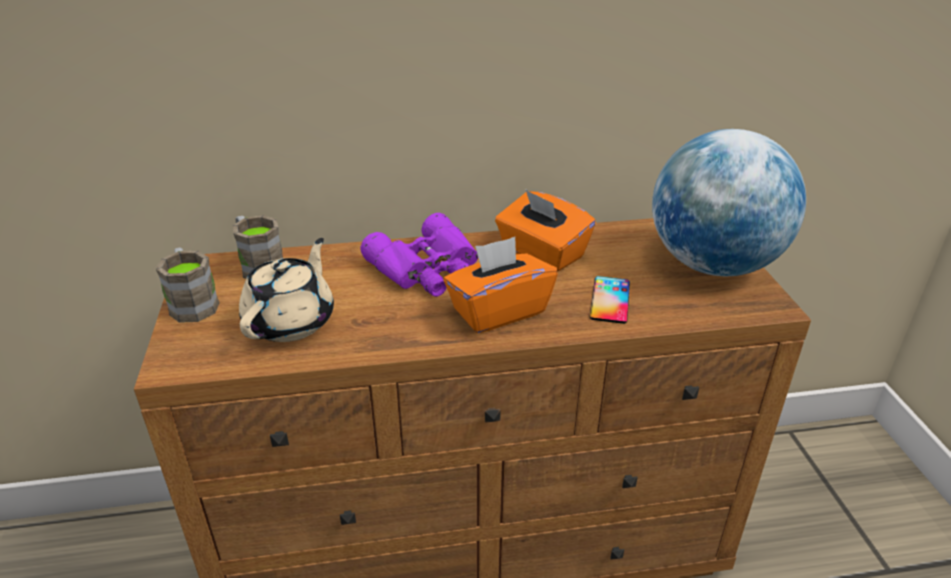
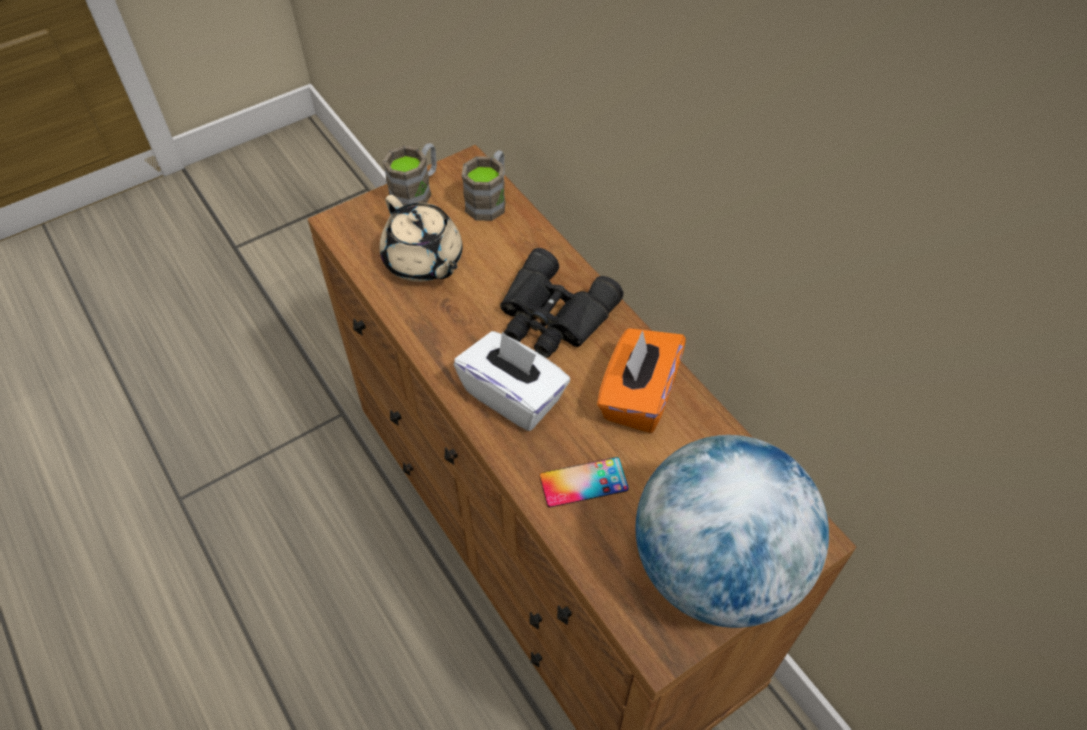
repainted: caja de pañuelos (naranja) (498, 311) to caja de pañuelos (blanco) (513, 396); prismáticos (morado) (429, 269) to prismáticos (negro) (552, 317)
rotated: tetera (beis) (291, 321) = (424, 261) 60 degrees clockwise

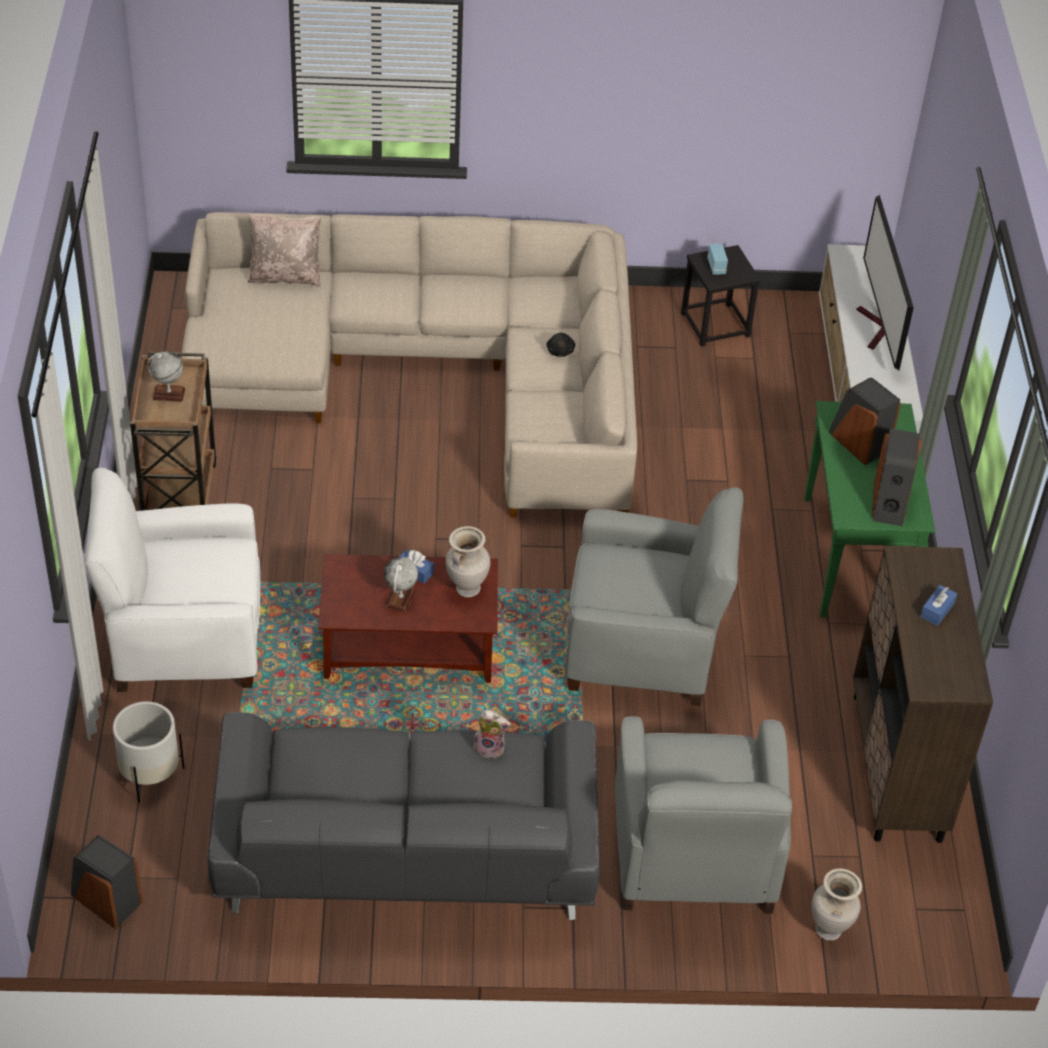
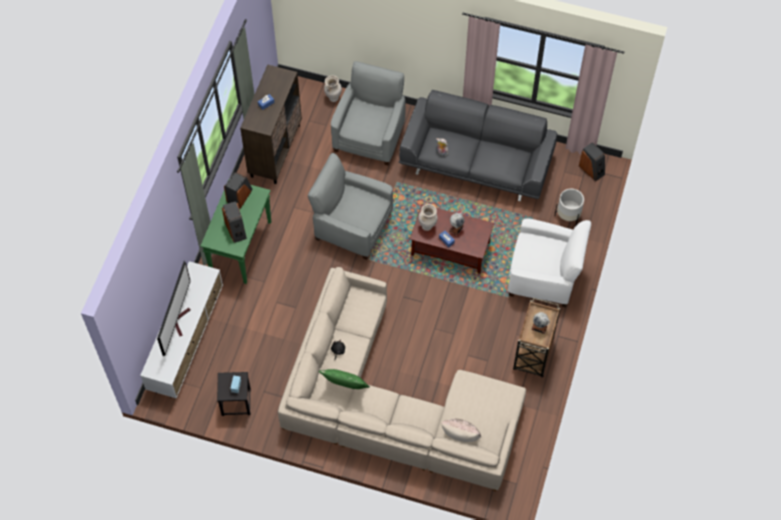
new: cojín (verde) (345, 387)

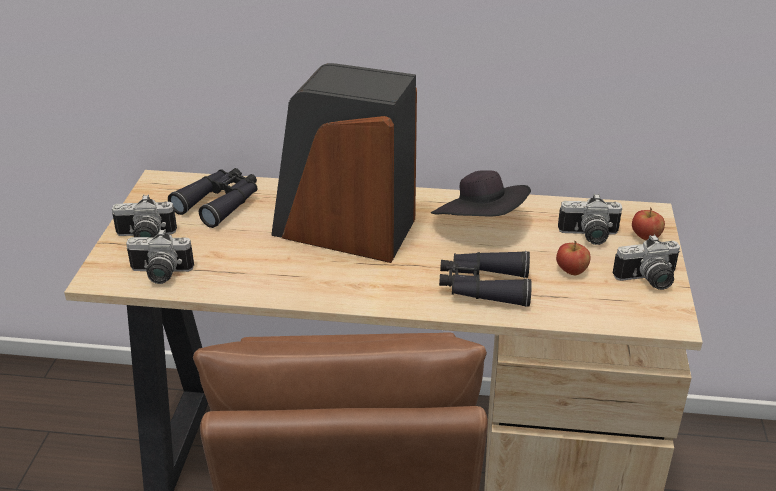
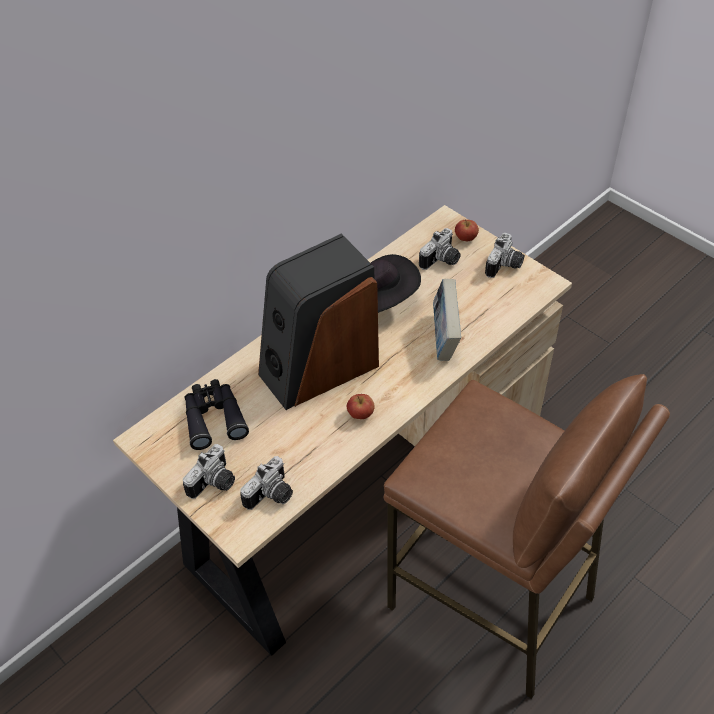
shifted: manzana (571, 271) to (361, 414)
swapped: prismáticos (negro) (483, 287) to libro (444, 338)

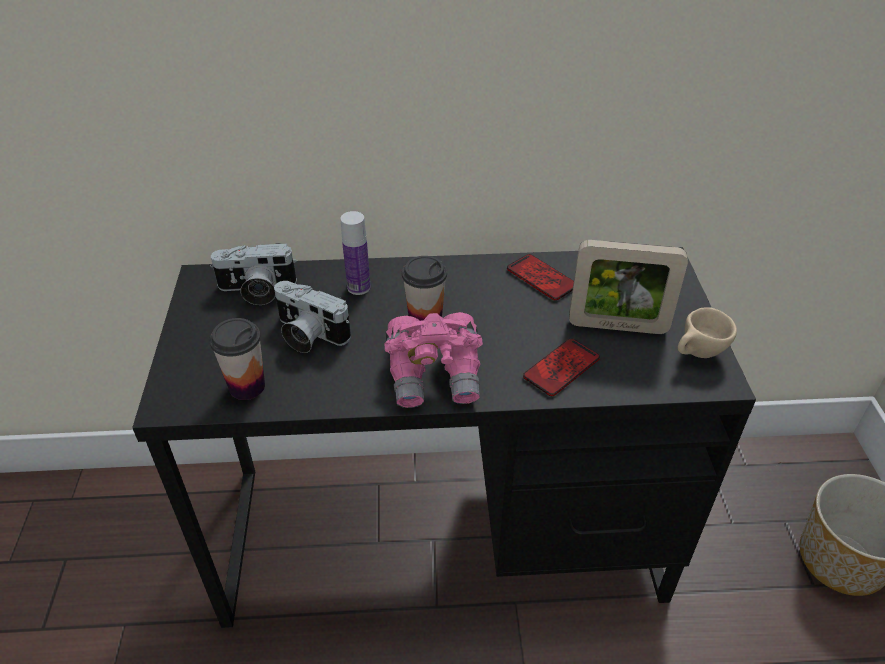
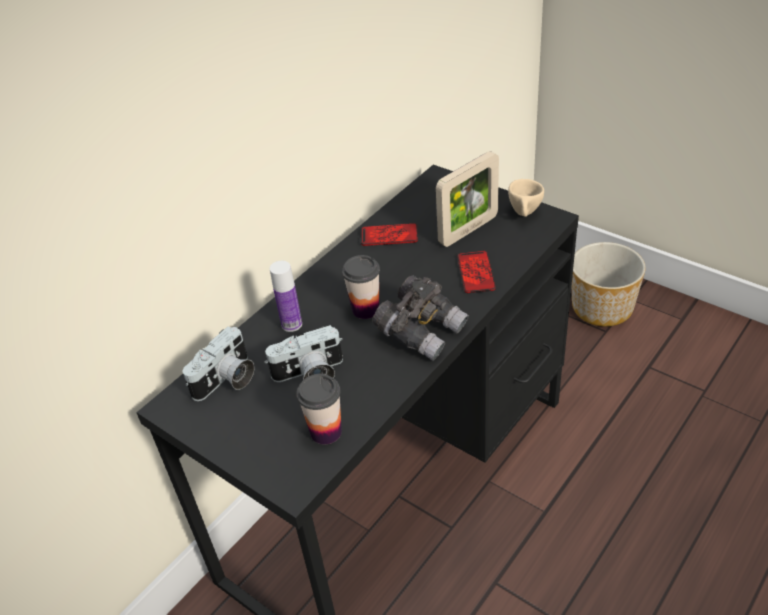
repainted: prismáticos (rosa) (435, 376) to prismáticos (gris) (421, 331)

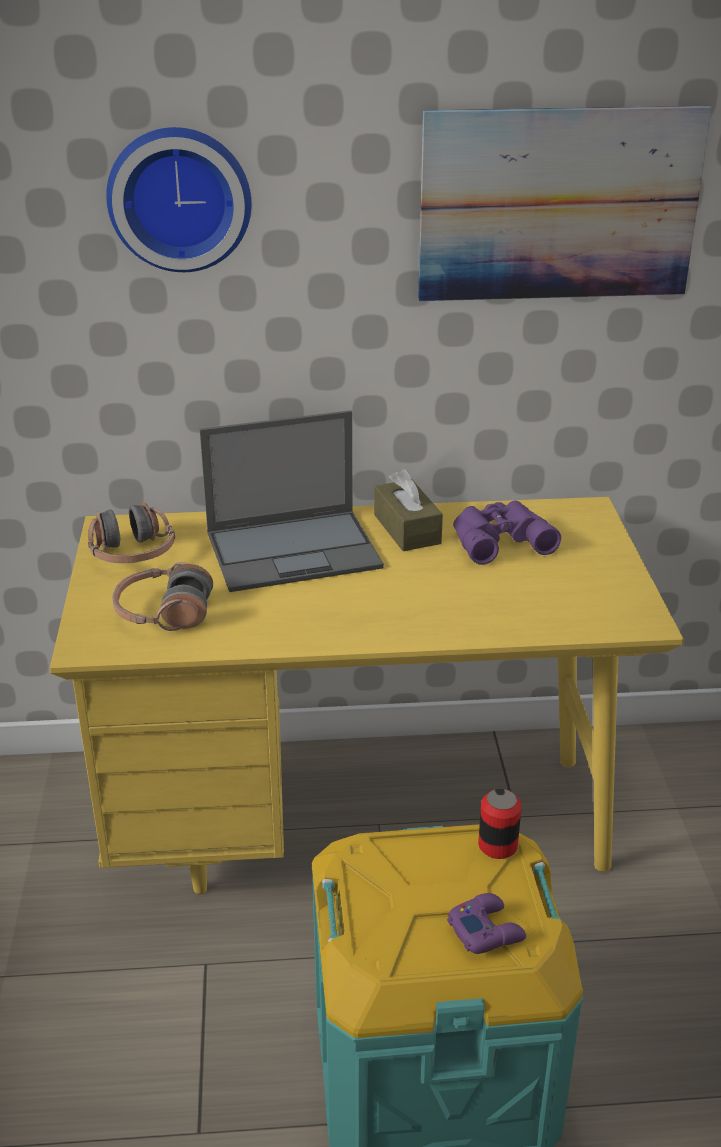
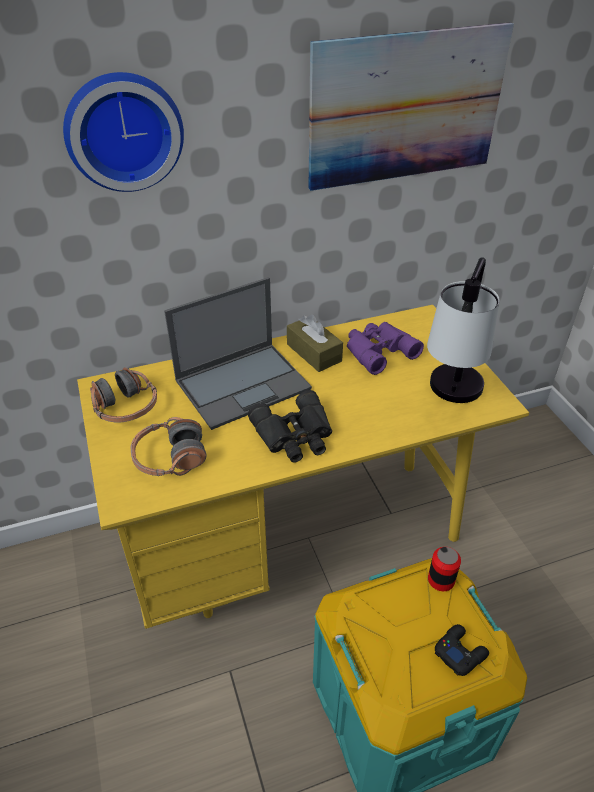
new: prismáticos (negro) (295, 435); lámpara de mesa (451, 402)
repainted: mando de consola (morado) (486, 930) to mando de consola (negro) (460, 652)

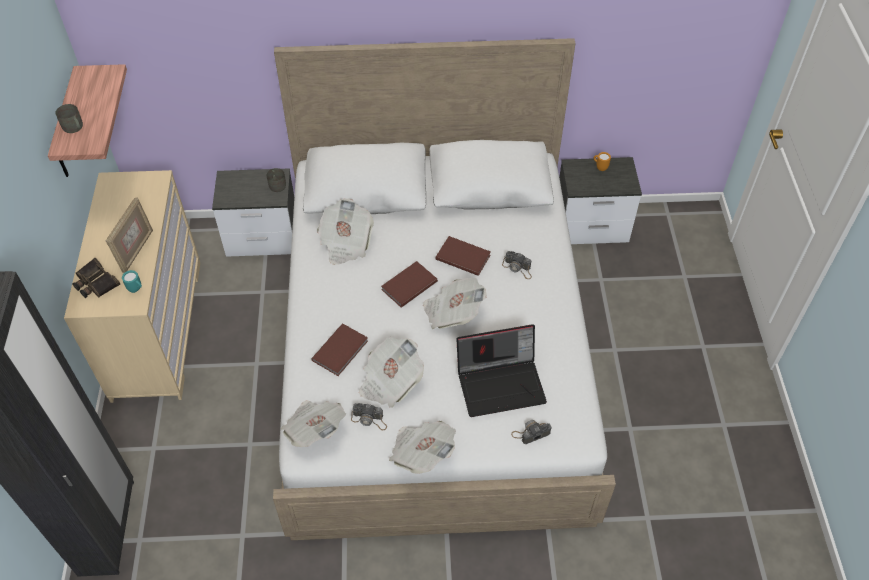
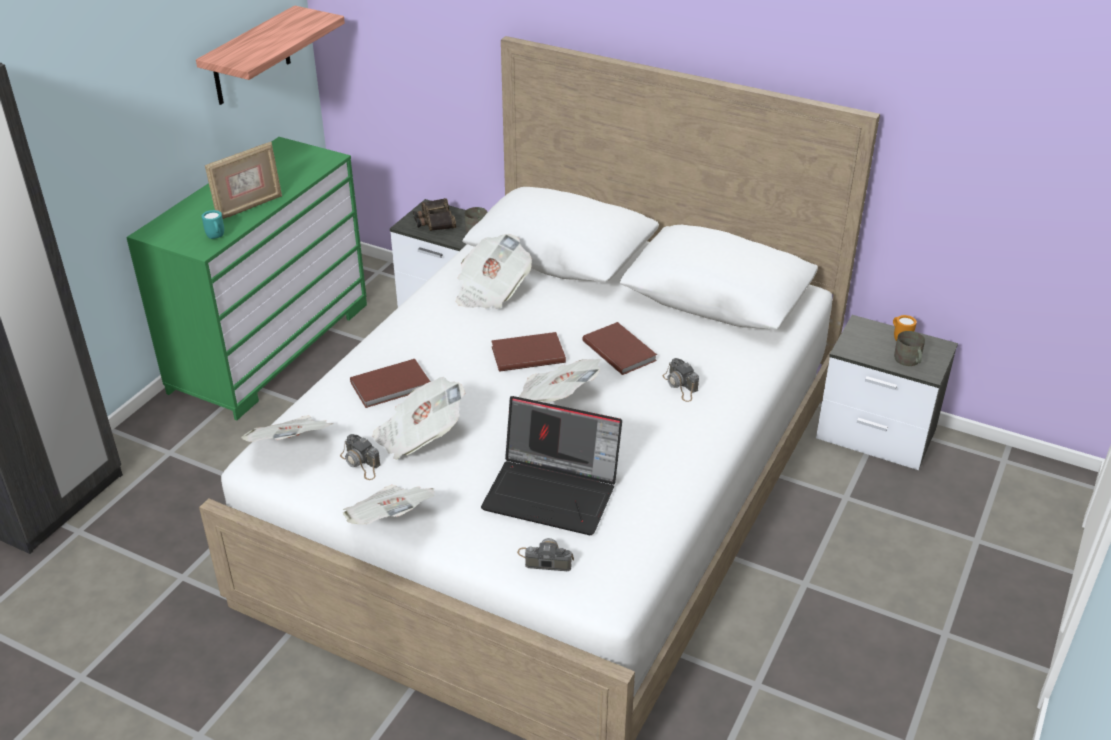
shifted: prismáticos (95, 283) to (434, 220); taza grande (gris) (74, 128) to (908, 361)
repainted: cómoda (beis) (156, 328) to cómoda (verde) (270, 346)

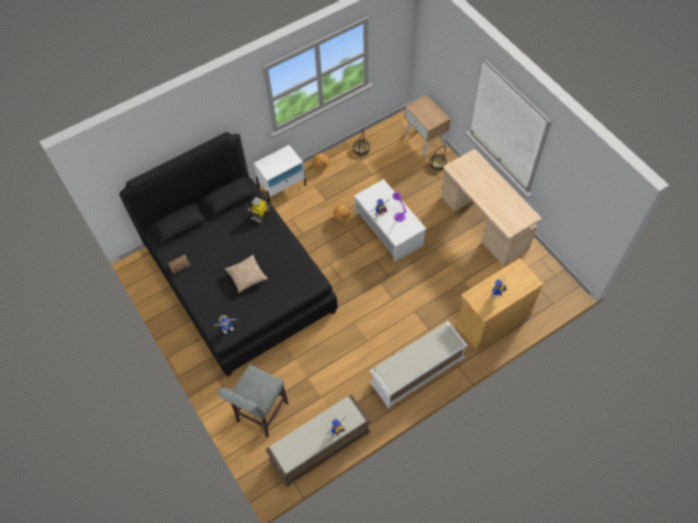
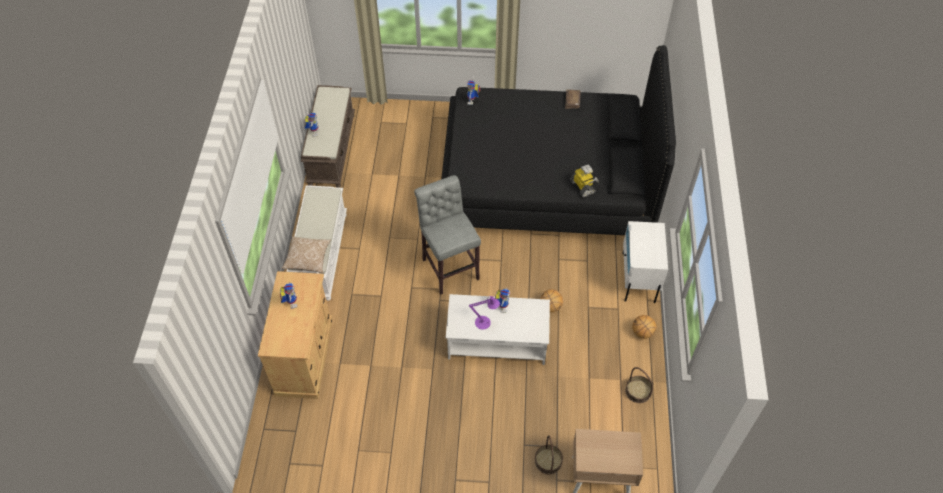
gone: escritorio (beis) (483, 223)
shifted: cojín (247, 277) to (308, 259); taburete (gris) (260, 414) to (449, 267)

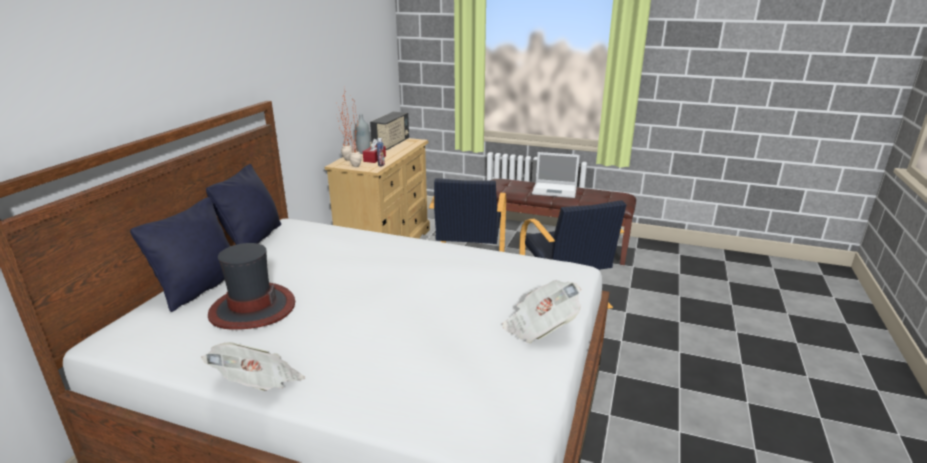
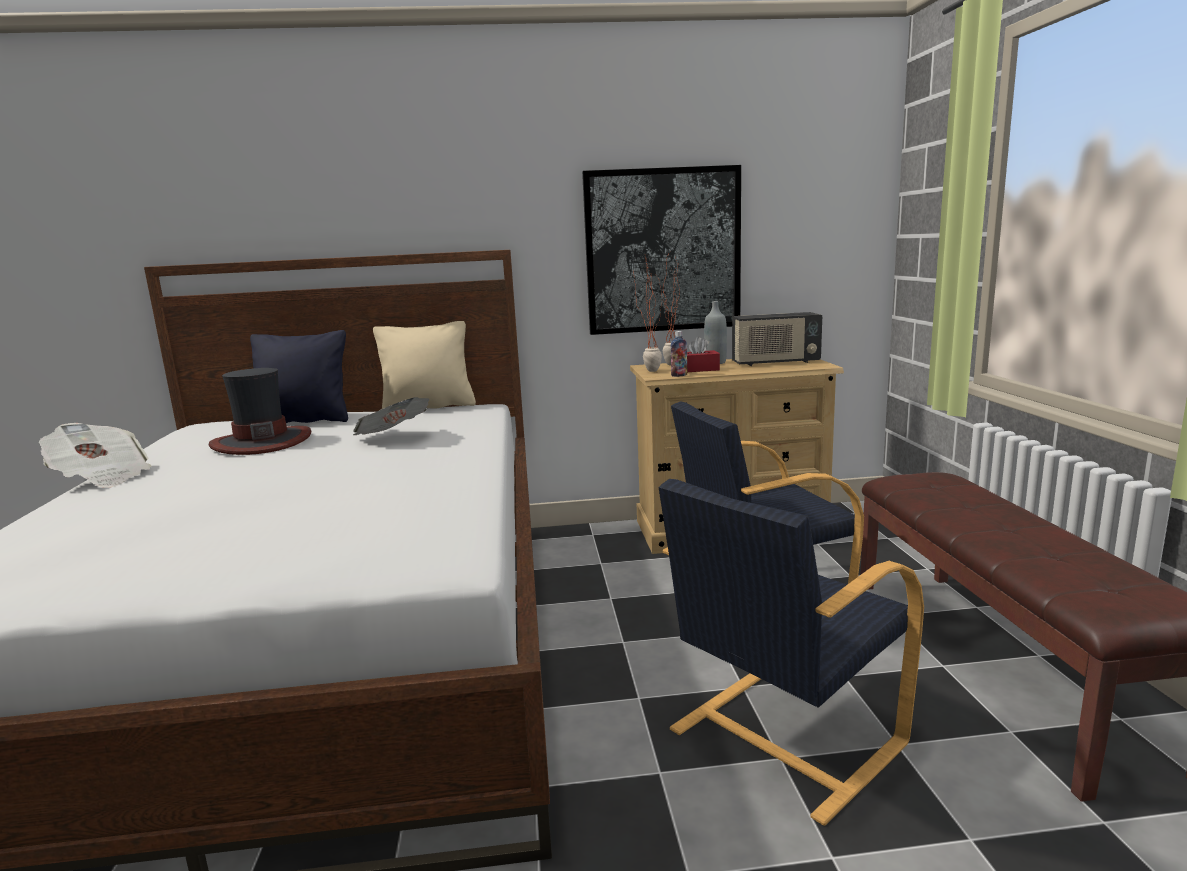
gone: portátil (555, 190)
new: cuadro (663, 251)
shifted: periódico (540, 327) to (393, 438)
repainted: cojín (negro) (253, 239) to cojín (beis) (429, 407)

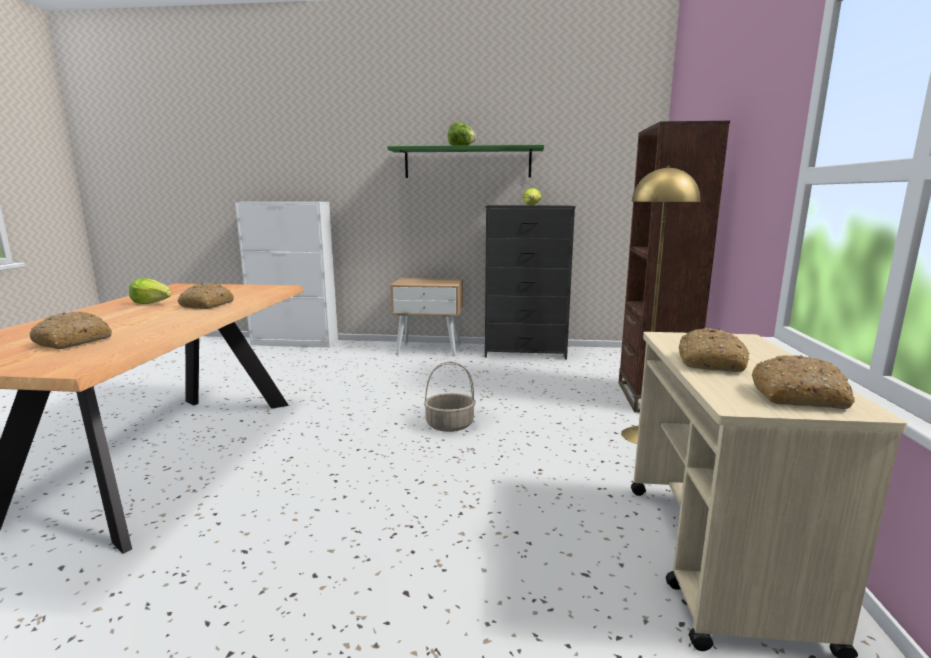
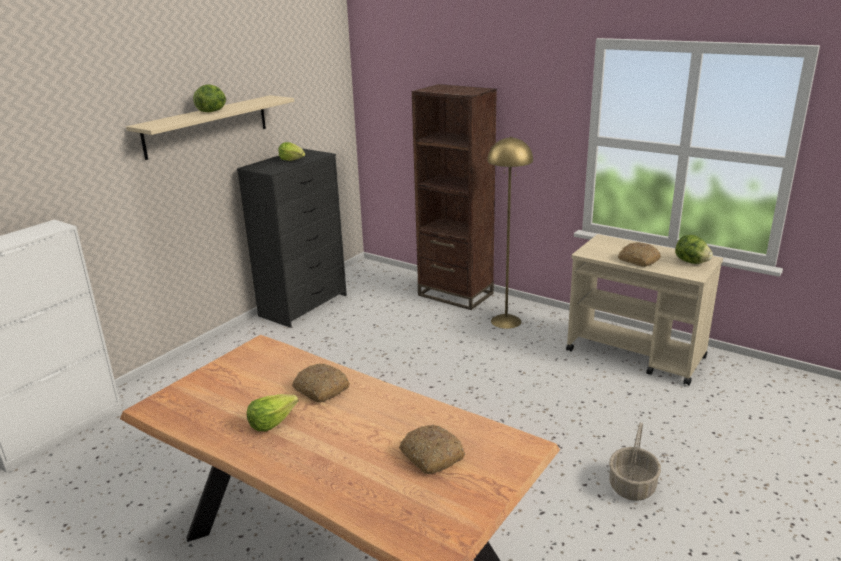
gone: mesita de noche (beis) (429, 349)
shifted: cesta (450, 425) to (631, 486)
swapped: pan (799, 396) to lechuga (691, 262)
repainted: estante (verde) (467, 163) to estante (beis) (207, 126)

